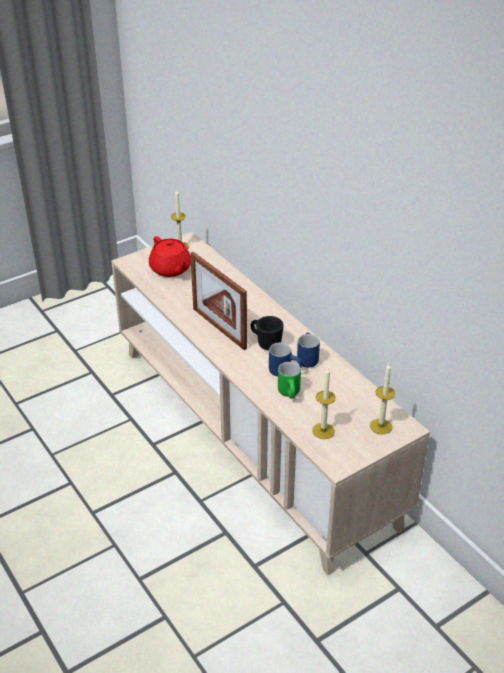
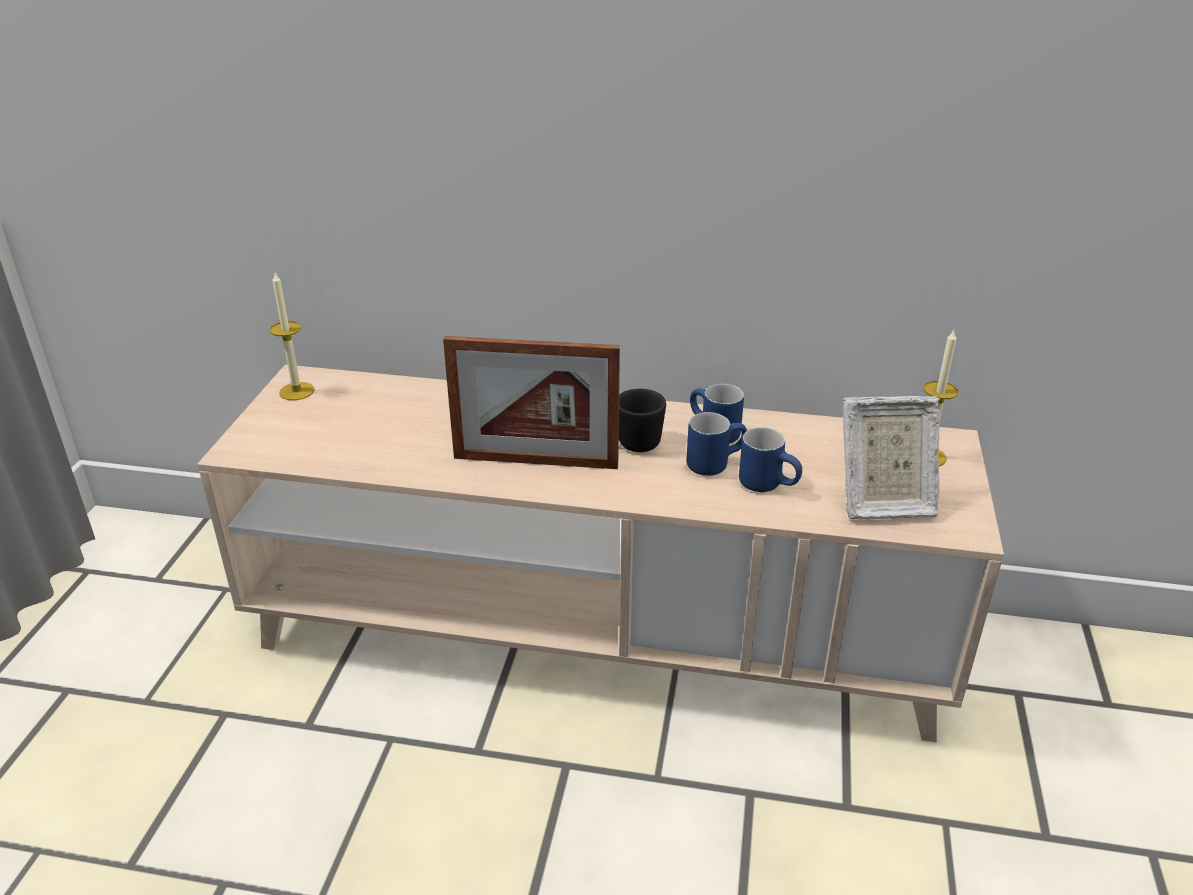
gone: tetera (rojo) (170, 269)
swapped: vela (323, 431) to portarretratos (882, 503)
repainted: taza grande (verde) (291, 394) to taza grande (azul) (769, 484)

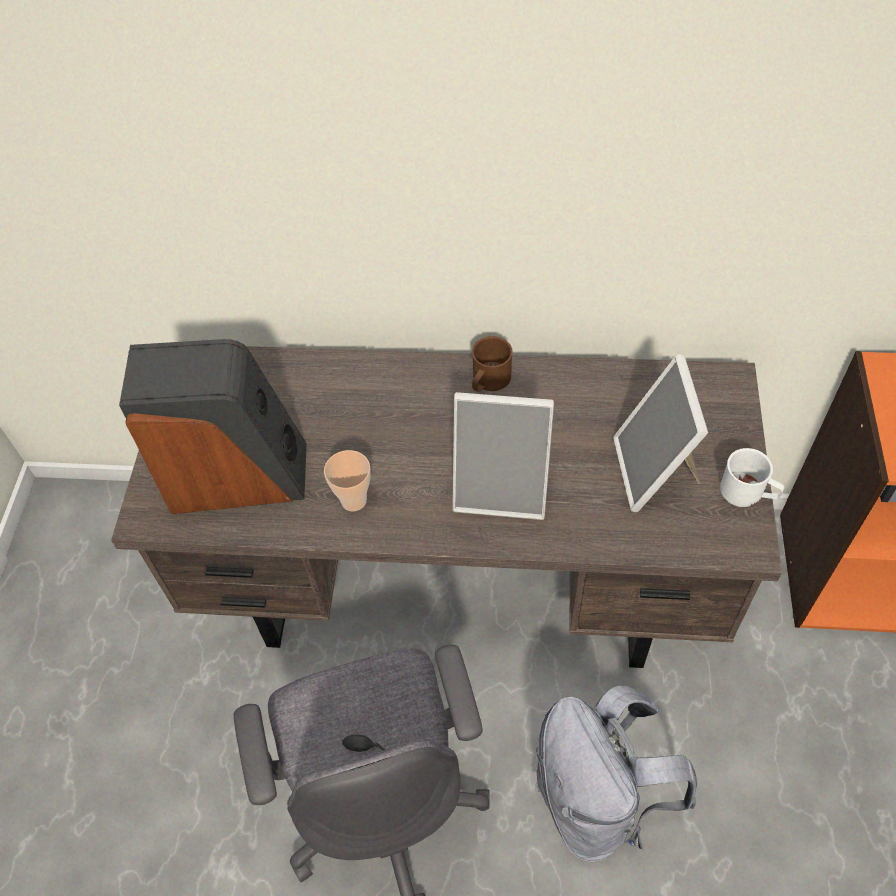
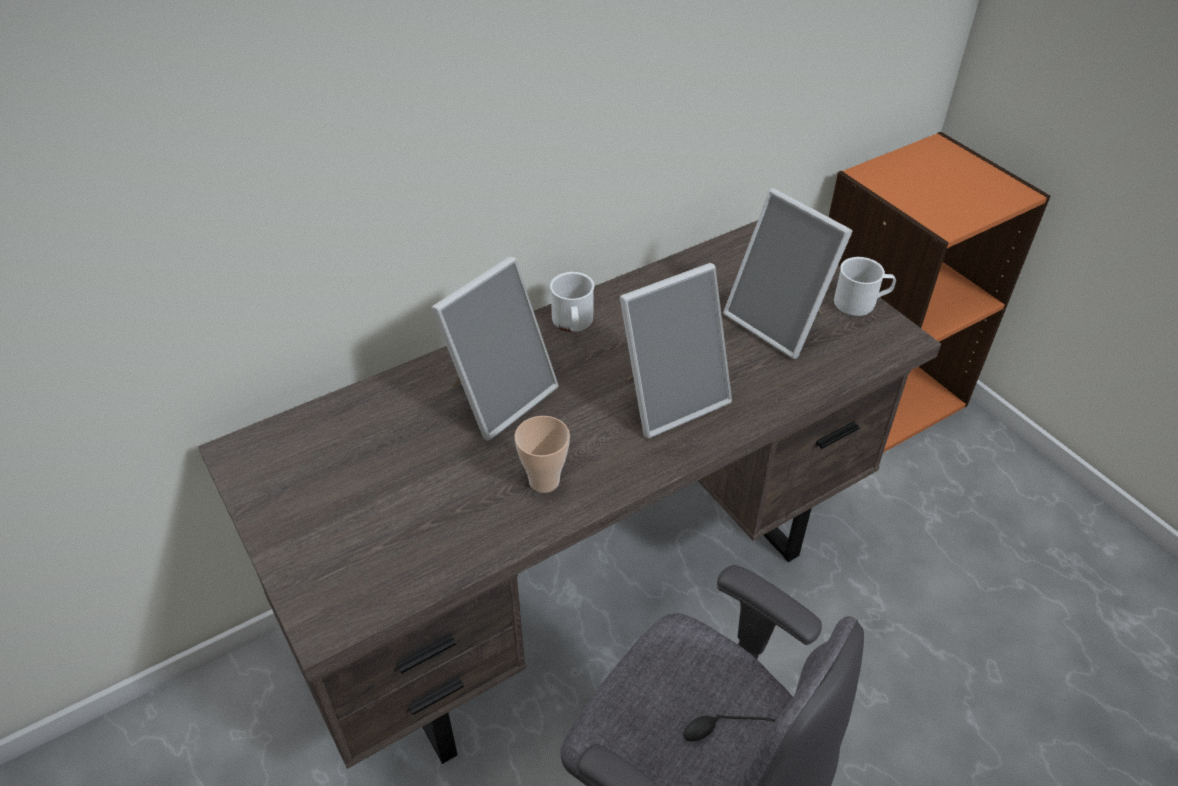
gone: altavoz (238, 474); mochila (gris) (598, 800)
new: portarretratos (499, 396)
repainted: taza grande (marrón) (488, 381) to taza grande (blanco) (573, 323)

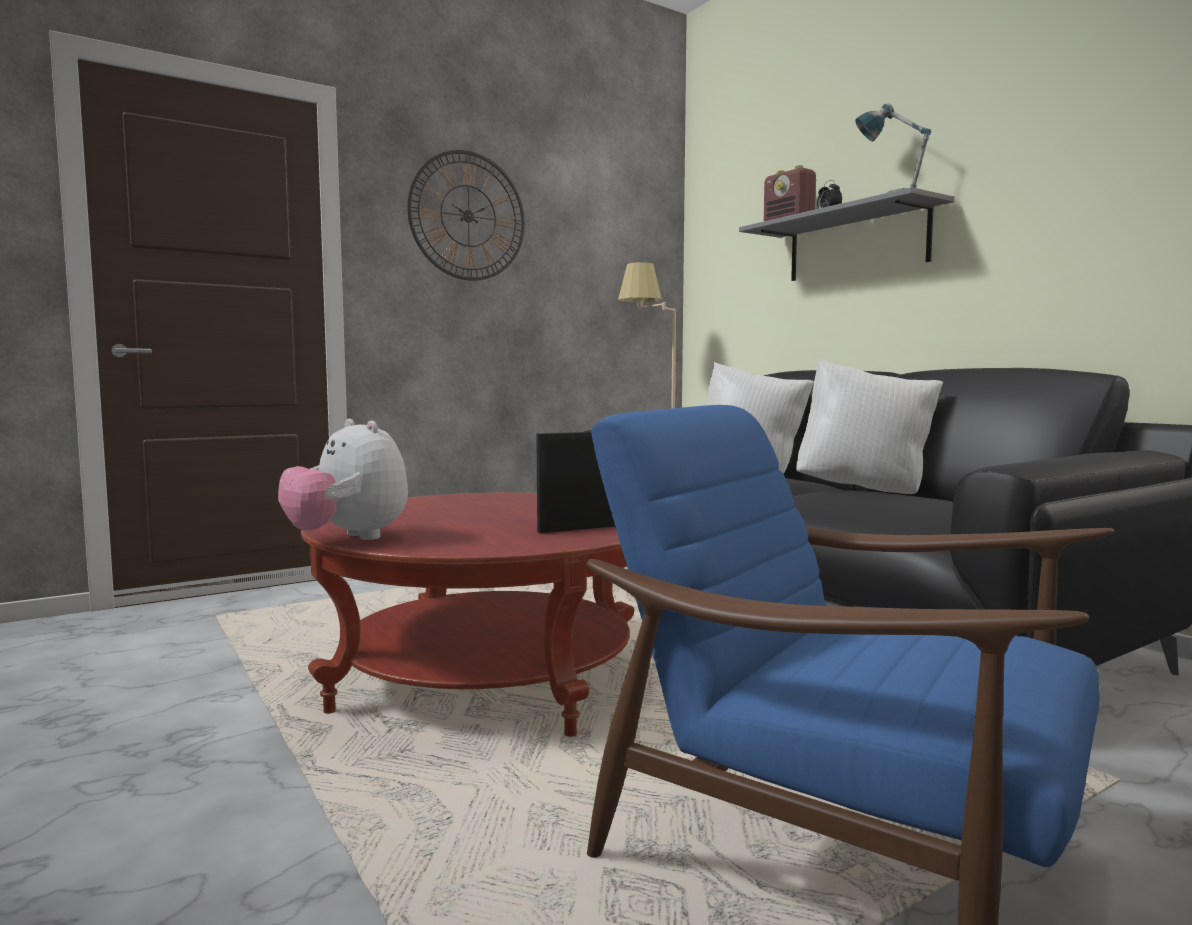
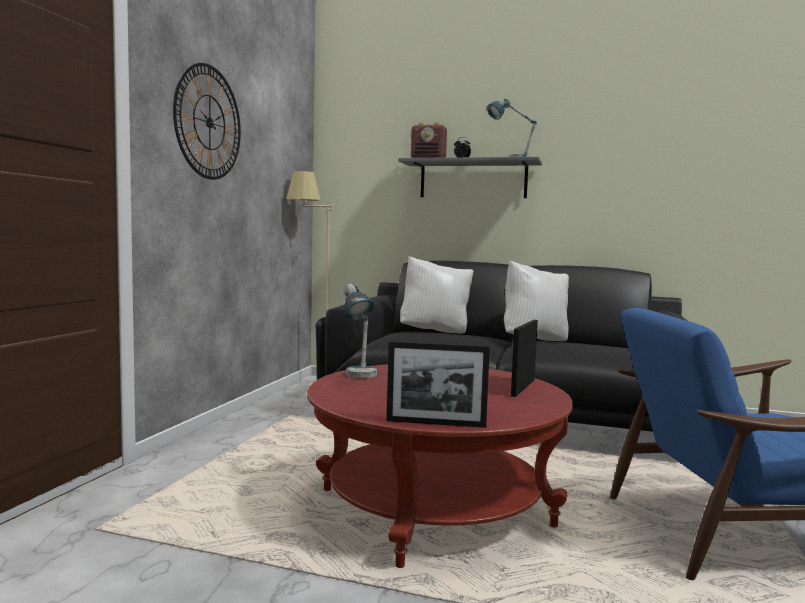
new: lámpara de mesa (359, 378)
swapped: peluche (348, 538) to portarretratos (436, 423)

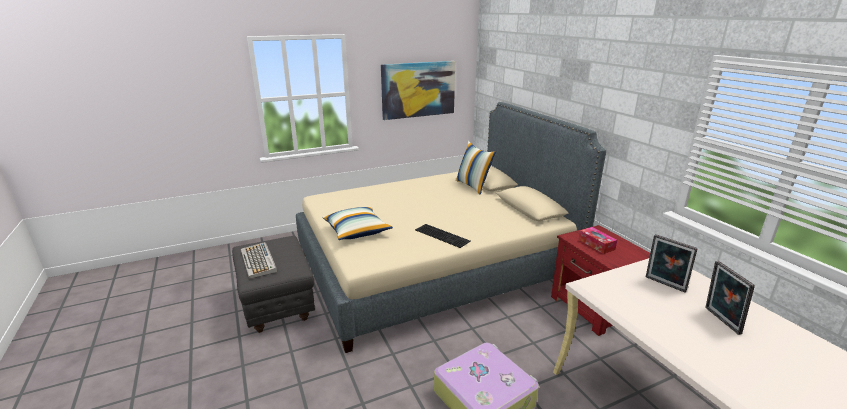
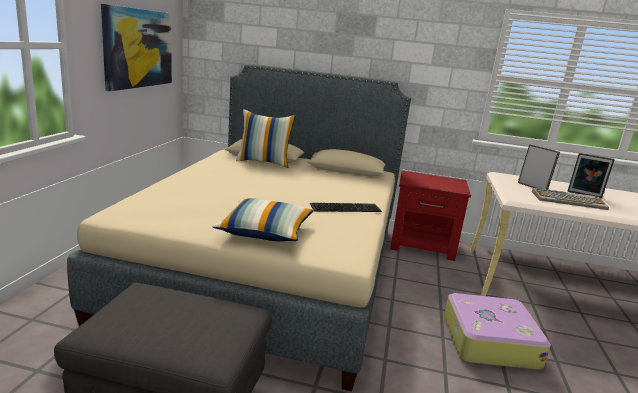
gone: caja de pañuelos (596, 244)
shifted: teclado (259, 261) to (569, 200)
rotated: portarretratos (664, 285) = (533, 187) 120 degrees counterclockwise

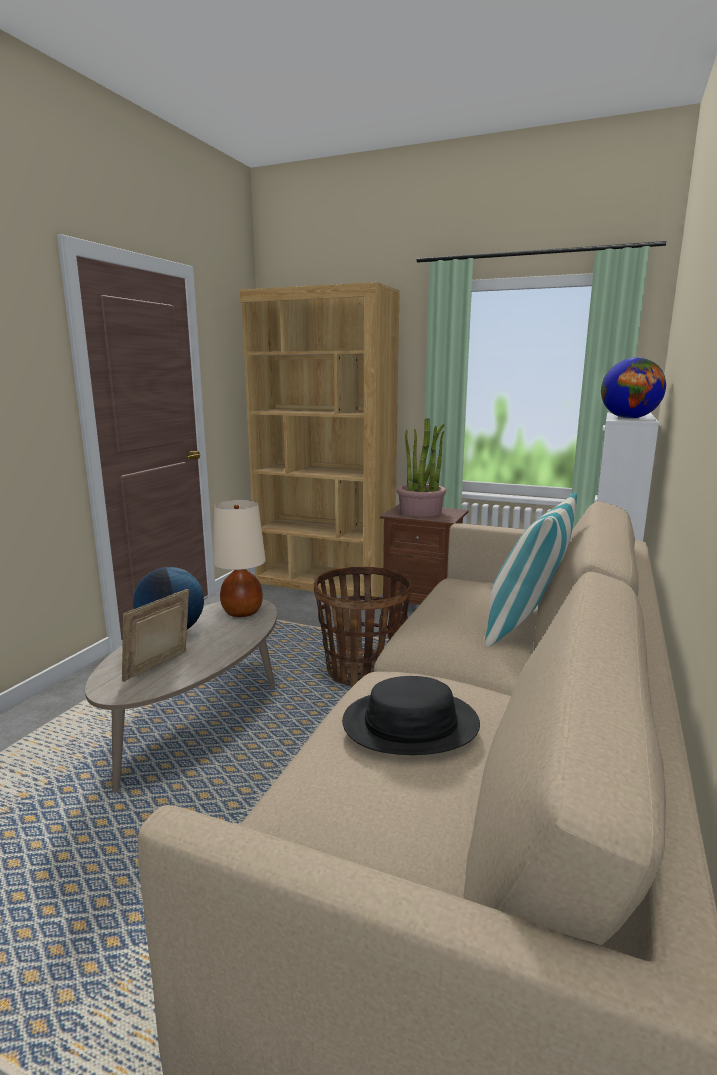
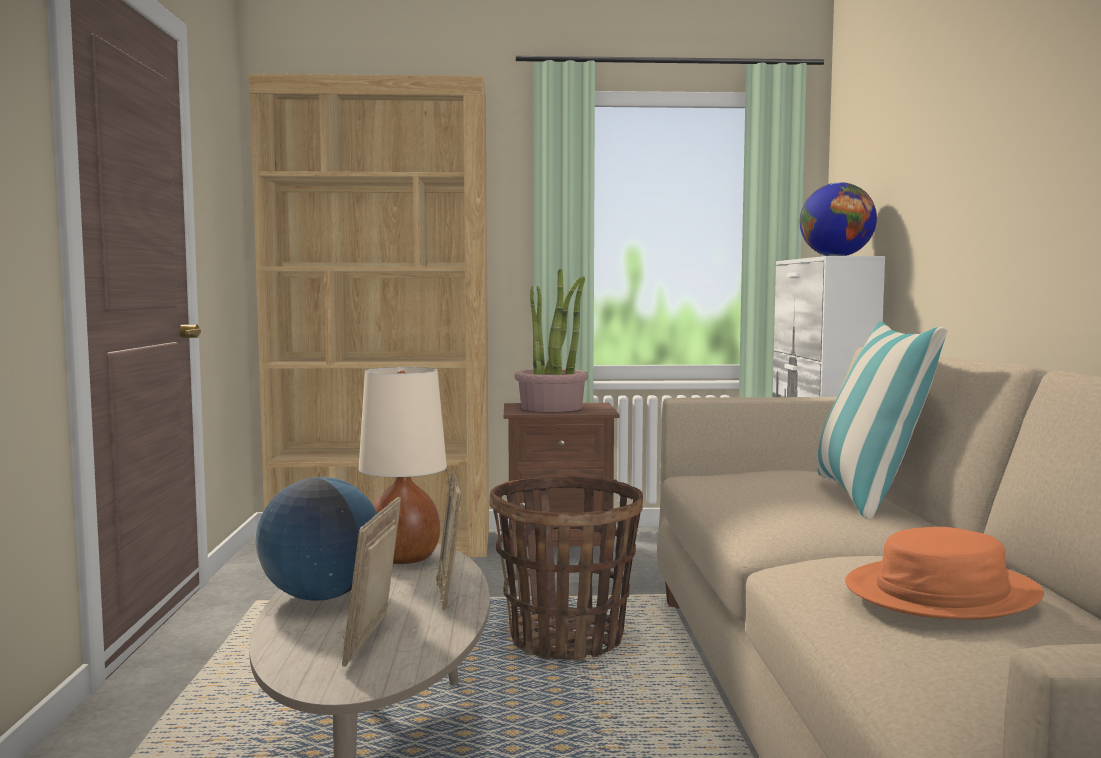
new: portarretratos (449, 592)
repainted: sombrero (negro) (410, 724) to sombrero (naranja) (942, 592)

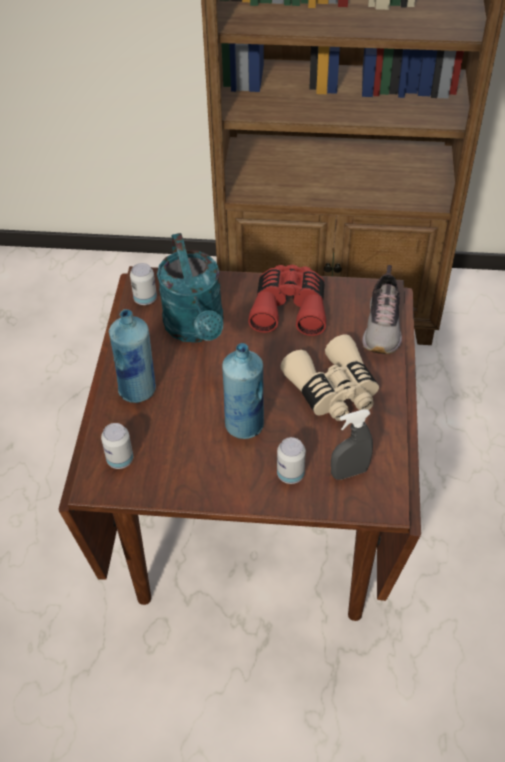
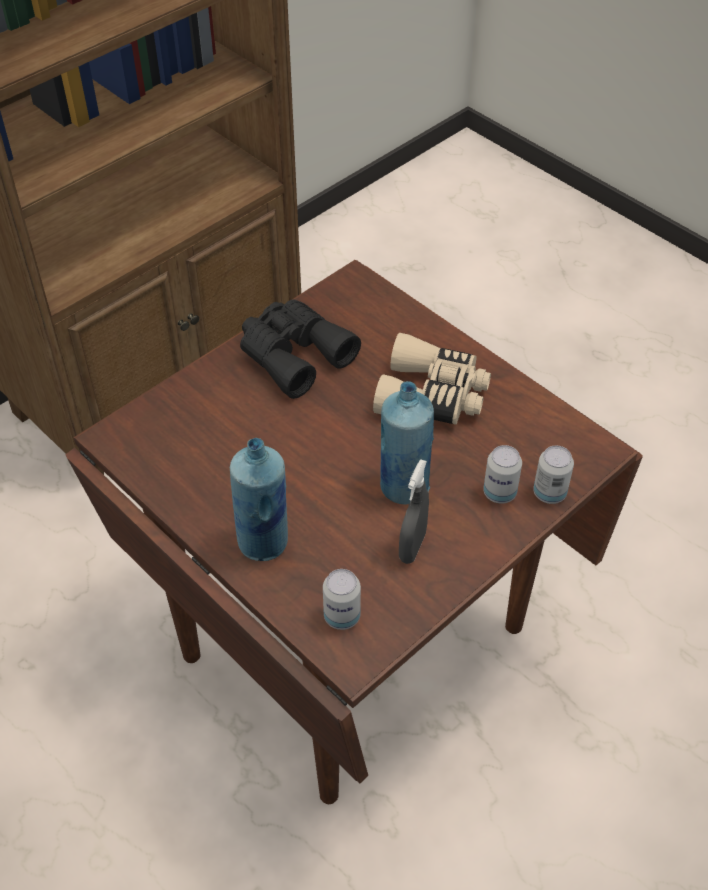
gone: regadera (turquesa) (197, 329); zapato (383, 326)
shifted: pulverizador (gris) (349, 472) to (412, 547); lata (145, 299) to (549, 493)
repainted: prismáticos (rojo) (289, 307) to prismáticos (negro) (294, 355)

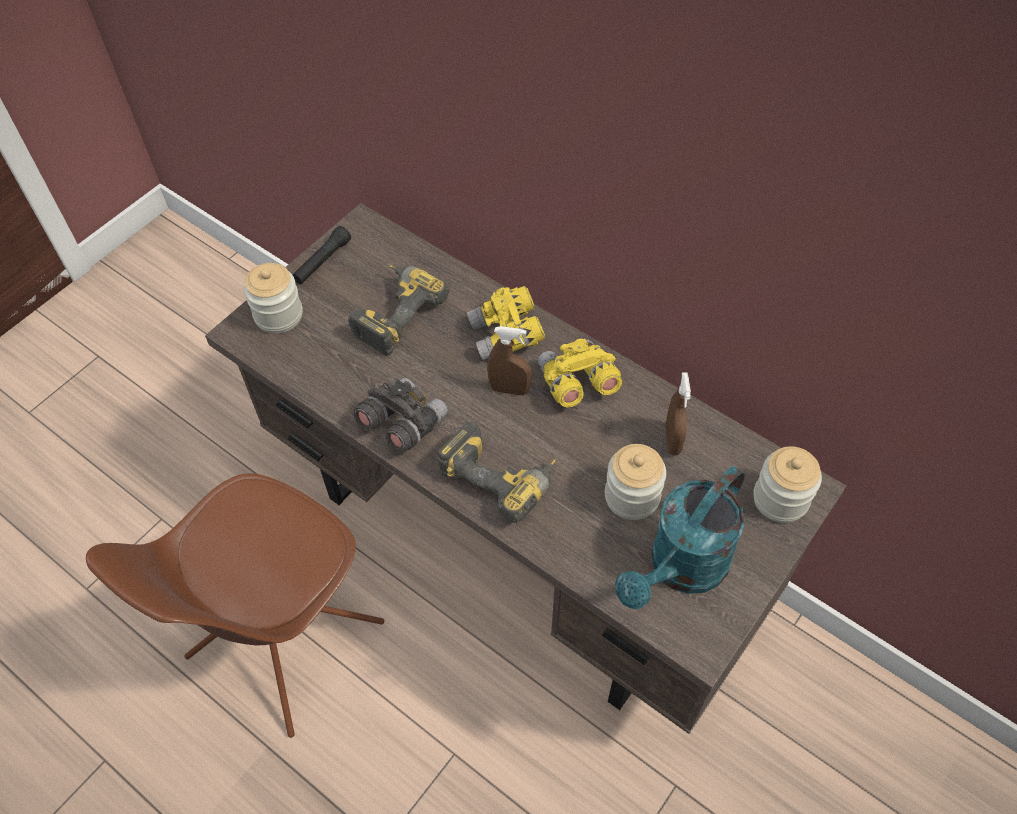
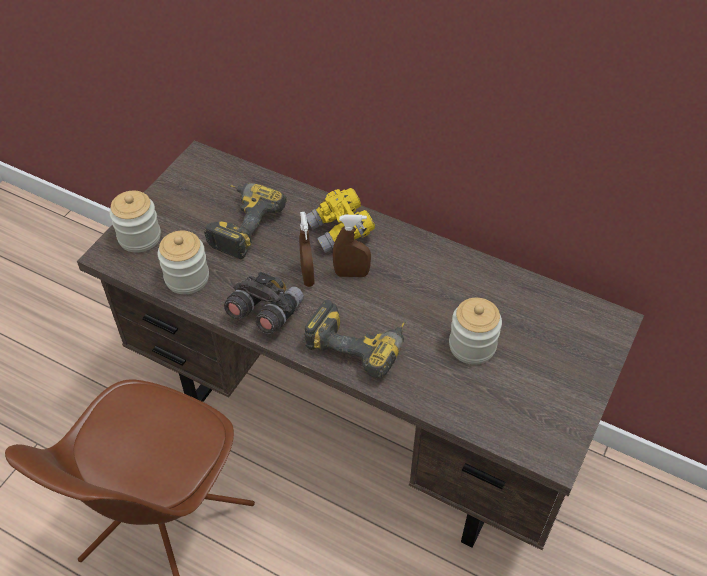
gone: linterna (negro) (322, 261); prismáticos (amarillo) (576, 384); regadera (turquesa) (680, 569)
shifted: tarro (780, 499) to (187, 278); pulverizador (marrón) (672, 440) to (307, 275)

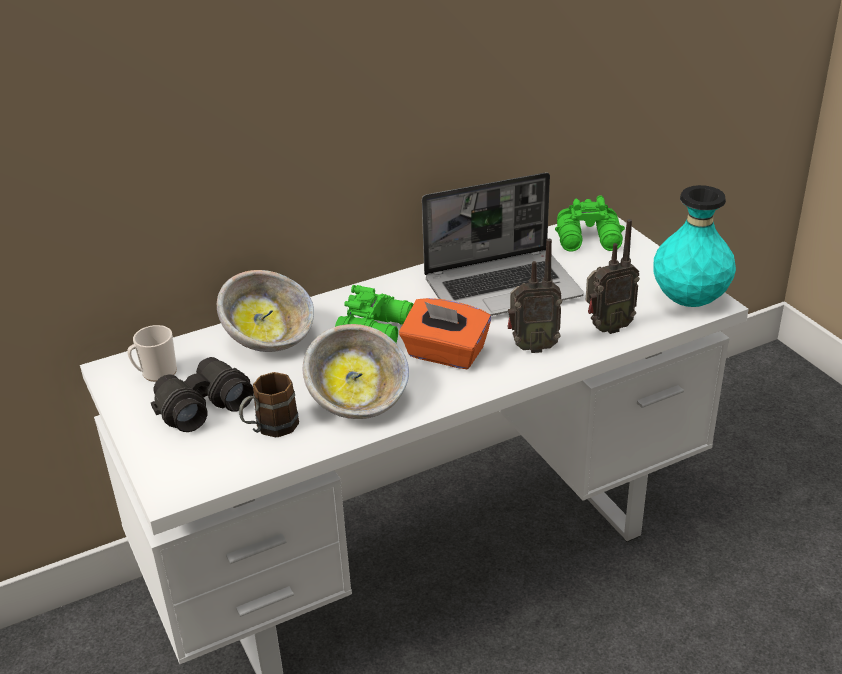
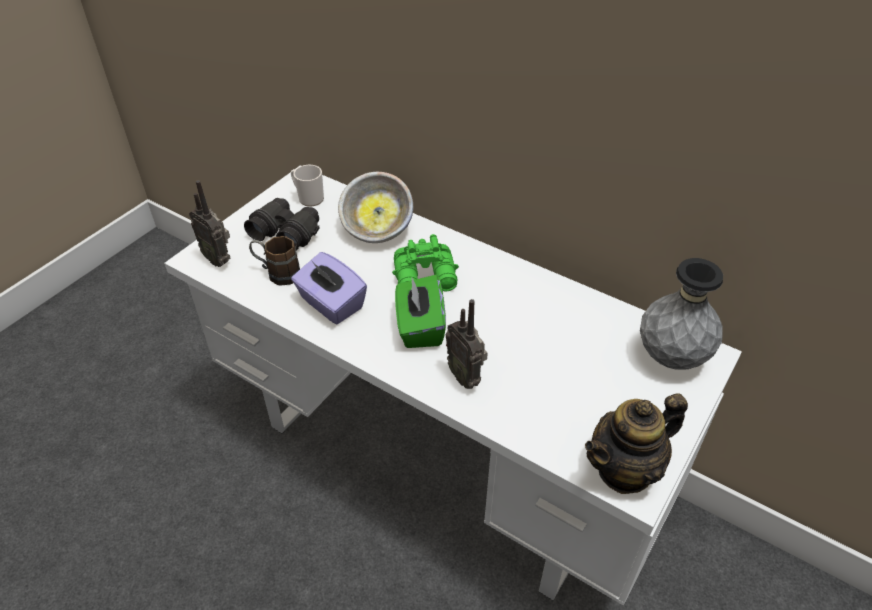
gone: portátil (503, 288)
shifted: radio (606, 328) to (218, 259)
swapped: cuenco (359, 402) to caja de pañuelos (morado) (331, 304); florero (turquesa) (689, 301) to tetera (625, 470); prismáticos (verde) (590, 240) to florero (gris) (671, 357)
repainted: caja de pañuelos (naranja) (445, 354) to caja de pañuelos (verde) (420, 327)

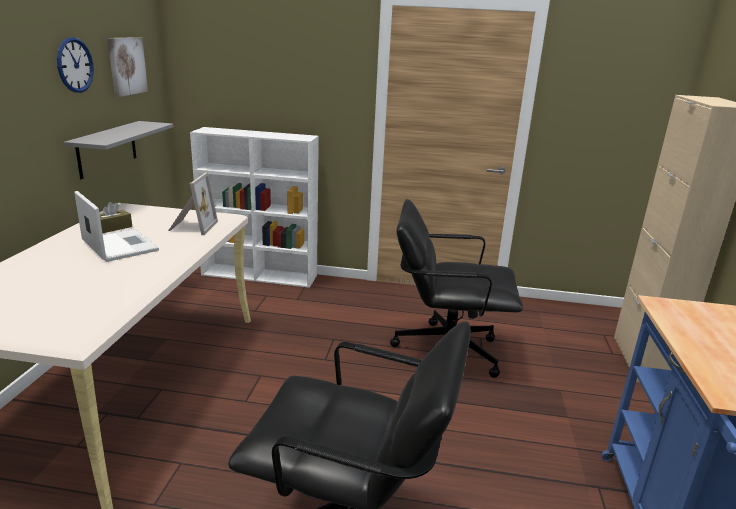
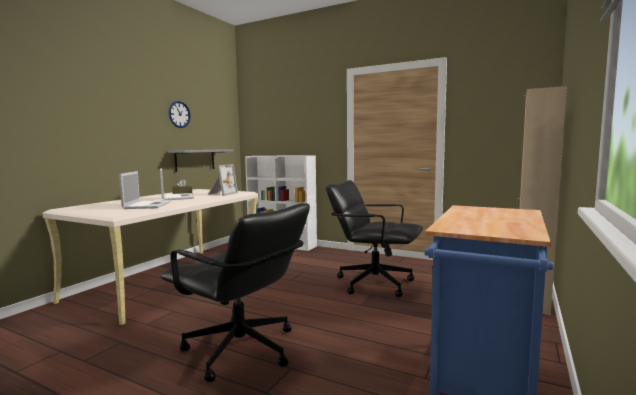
gone: cuadro (126, 66)
new: portátil (147, 205)

